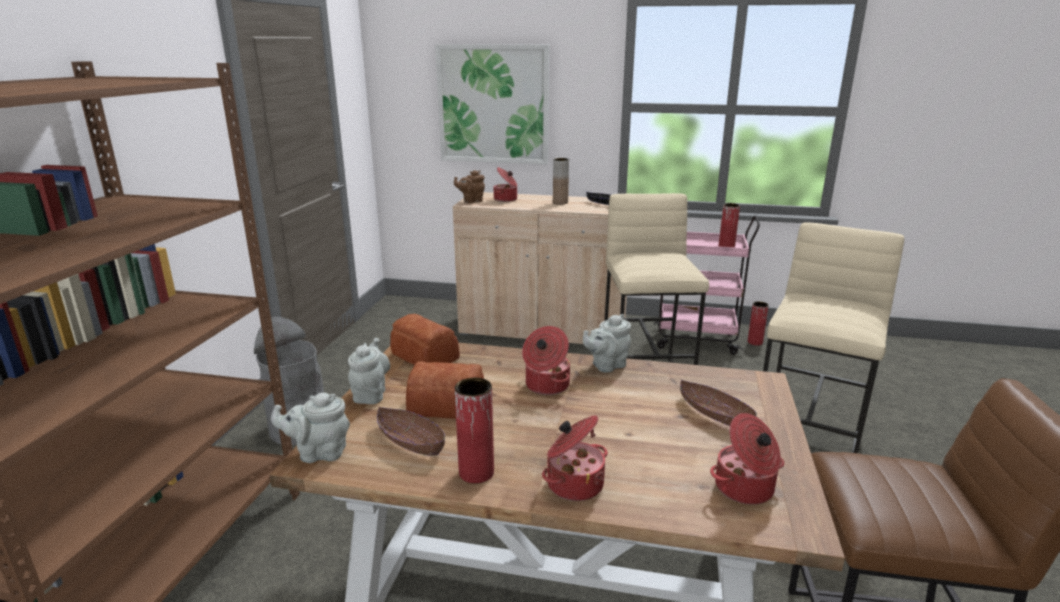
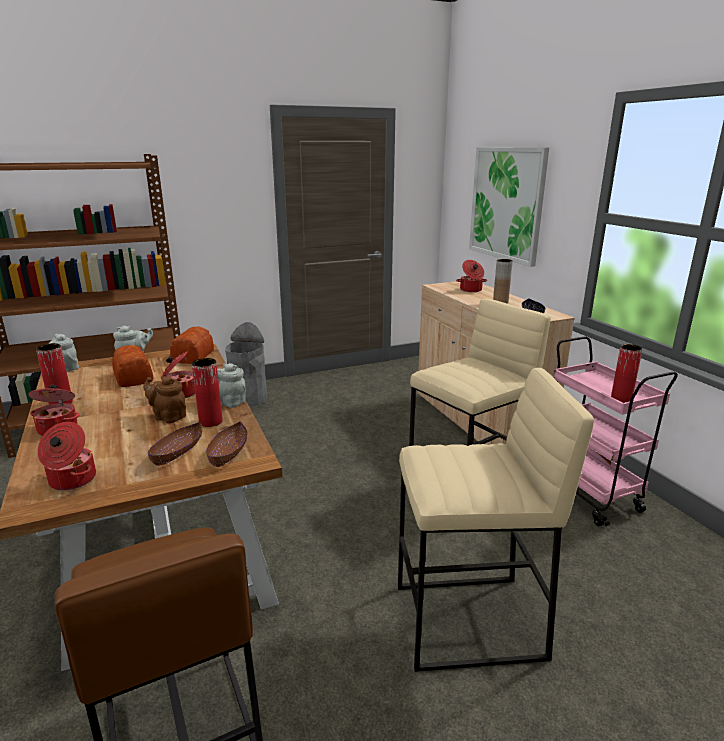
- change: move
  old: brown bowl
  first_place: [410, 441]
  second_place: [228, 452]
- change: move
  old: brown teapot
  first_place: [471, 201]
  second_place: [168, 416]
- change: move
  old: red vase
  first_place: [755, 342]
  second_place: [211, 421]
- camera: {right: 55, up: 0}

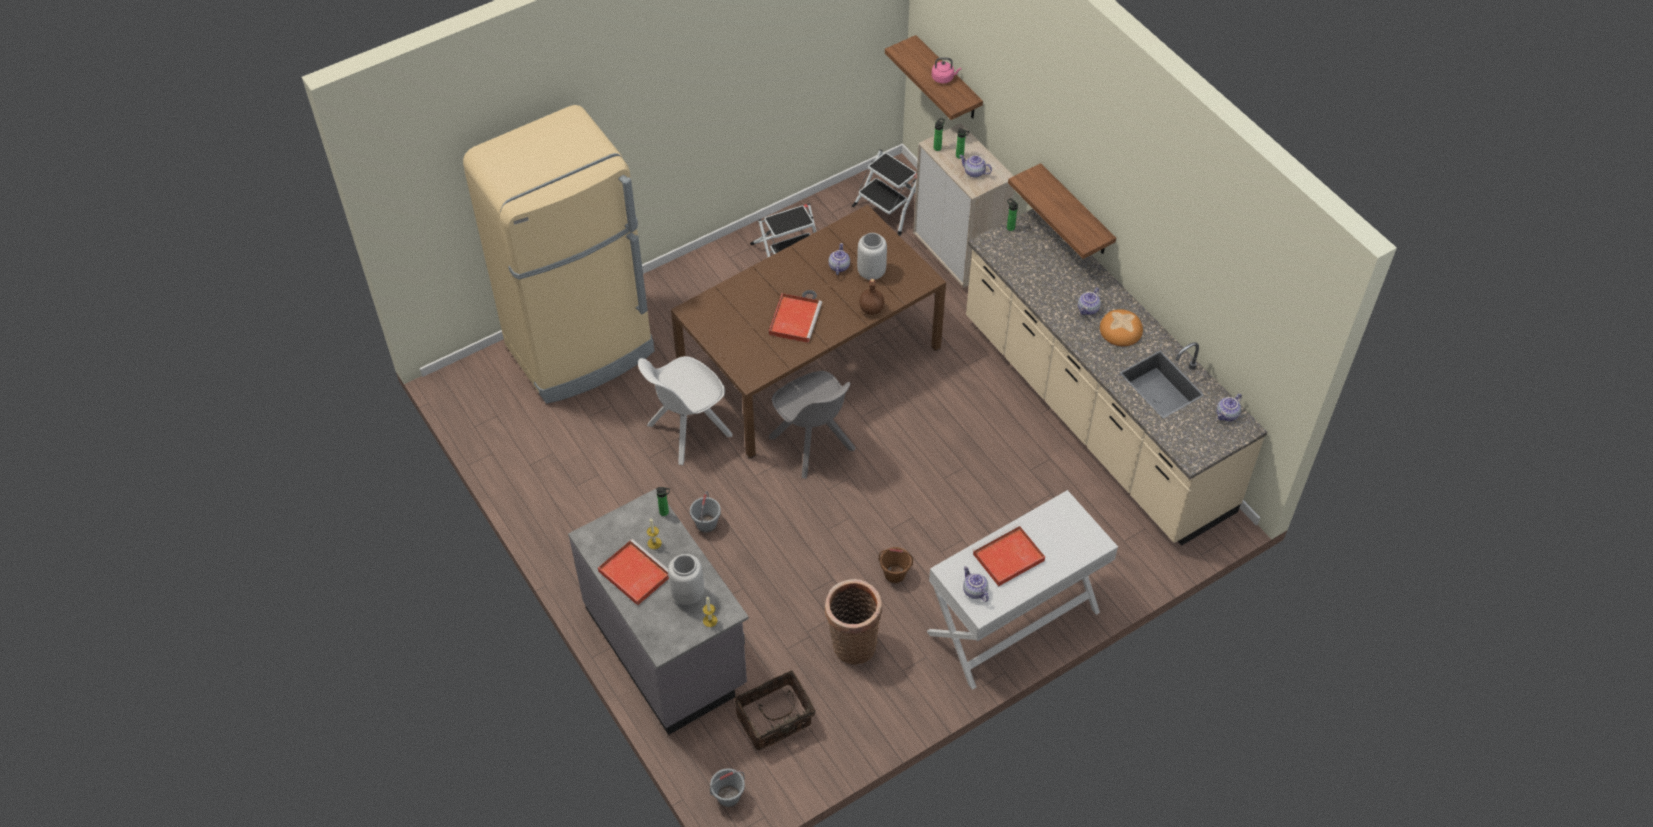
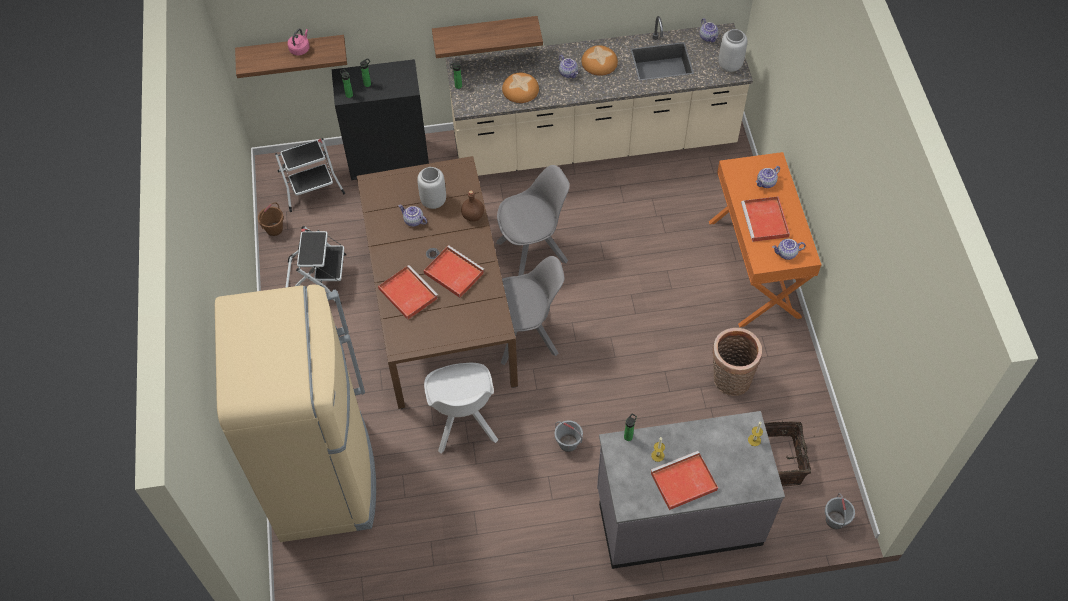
- change: move
  old: grey vase
  first_place: [688, 594]
  second_place: [730, 65]
- change: move
  old: brown bucket
  first_place: [895, 574]
  second_place: [274, 229]
- change: recolor
  old: beige cabinet
  new: black cabinet
  first_place: [959, 255]
  second_place: [390, 161]
- change: recolor
  old: white console table
  new: orange console table
  first_place: [1014, 622]
  second_place: [754, 268]
- change: move
  old: teapot
  first_place: [974, 172]
  second_place: [766, 183]
- change: insert
  new: red tray
  second_place: [407, 293]
- change: insert
  new: grey chair
  second_place: [533, 251]
- change: insert
  new: bread
  second_place: [521, 90]
- camera: {right: -65, up: 5}

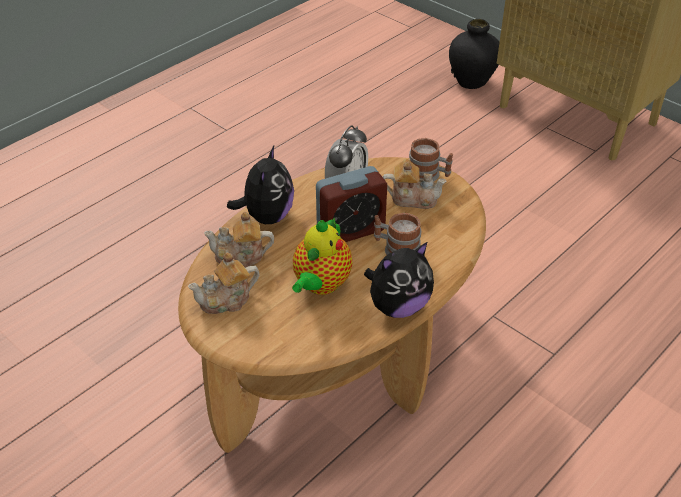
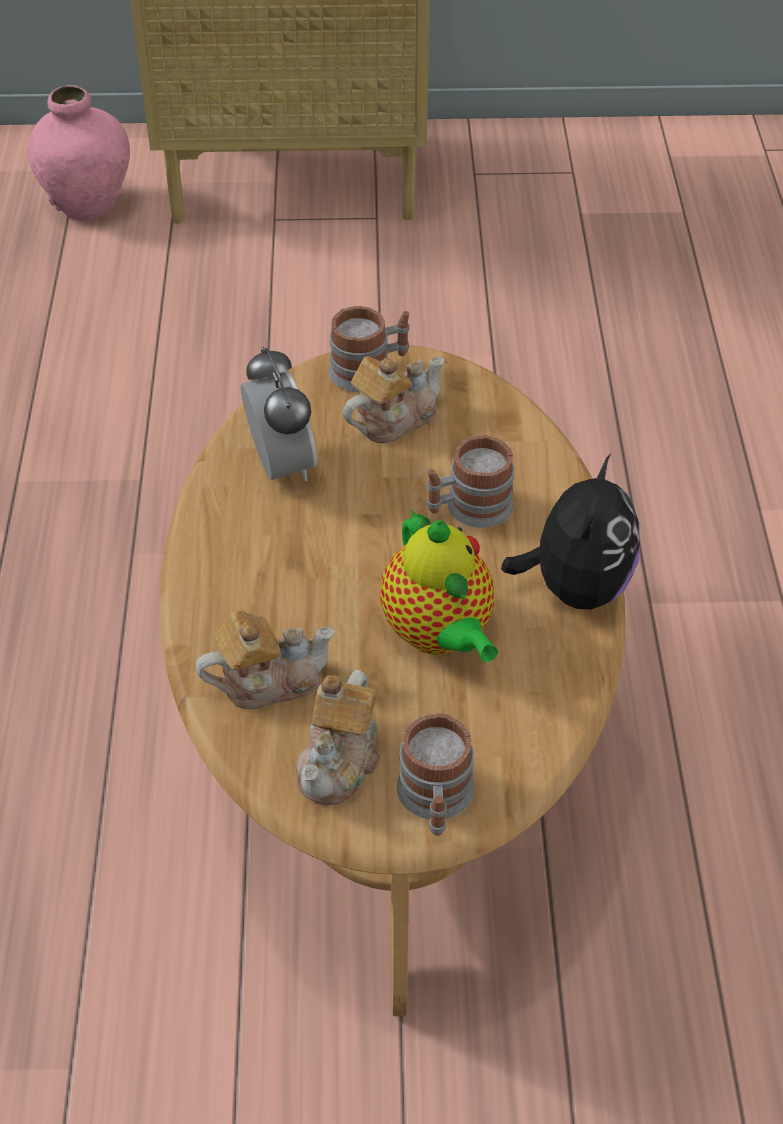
- change: rotate
  old: teapot
  first_place: [240, 256]
  second_place: [268, 680]
  degrees: -150
- change: delete
  old: plush toy
  first_place: [267, 216]
- change: delete
  old: alarm clock
  first_place: [351, 230]
- change: recolor
  old: black vase
  new: pink vase
  first_place: [471, 82]
  second_place: [88, 206]
- change: insert
  new: mug
  second_place: [435, 801]
- camera: {right: -45, up: 5}

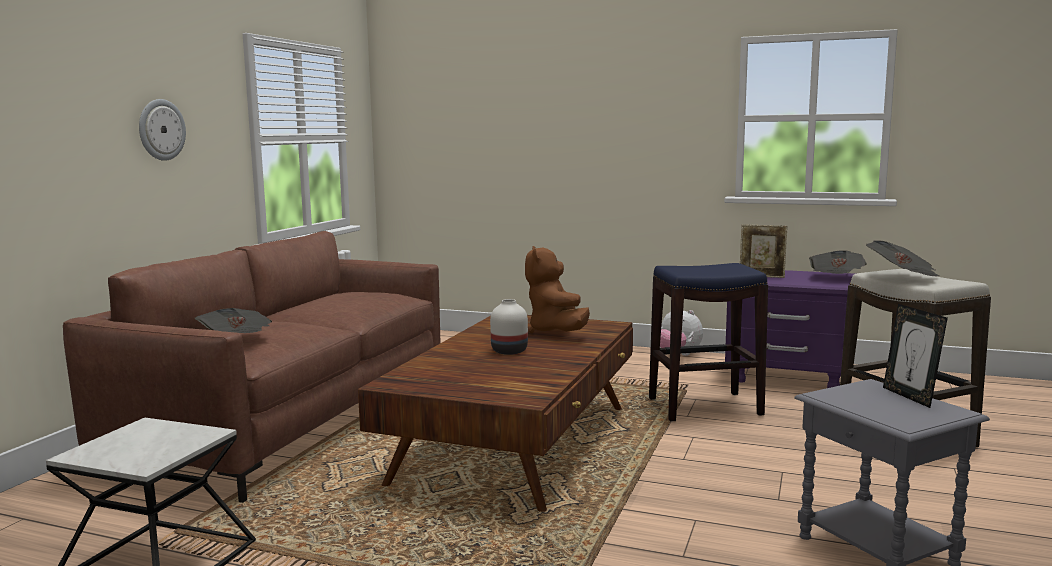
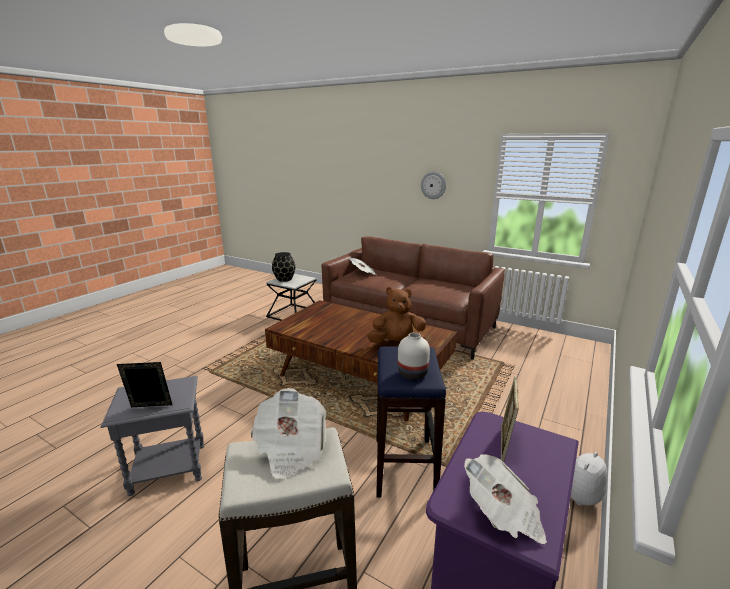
- change: move
  old: white vase
  first_place: [508, 351]
  second_place: [413, 373]
- change: insert
  new: black vase
  second_place: [284, 279]
- camera: {right: 100, up: 10}

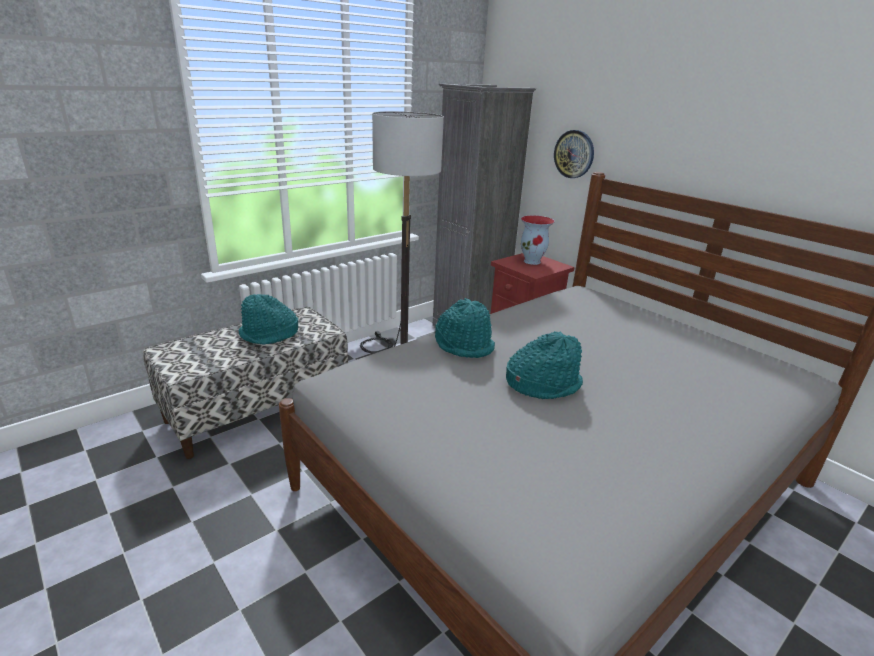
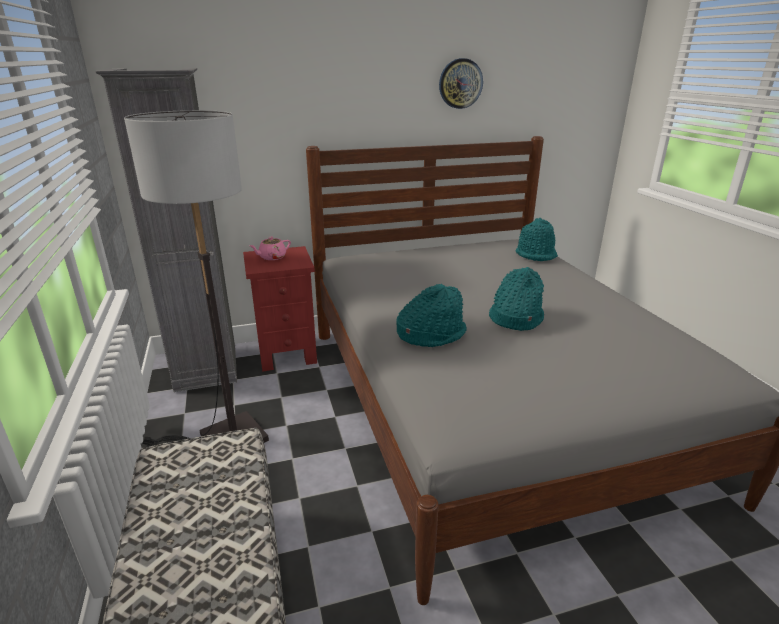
- change: move
  old: turquoise hat
  first_place: [269, 335]
  second_place: [536, 254]
- change: replace
  old: vase
  new: pink teapot
  first_place: [532, 261]
  second_place: [272, 257]
- change: move
  old: wall clock
  first_place: [574, 154]
  second_place: [460, 83]
- camera: {right: -65, up: 0}

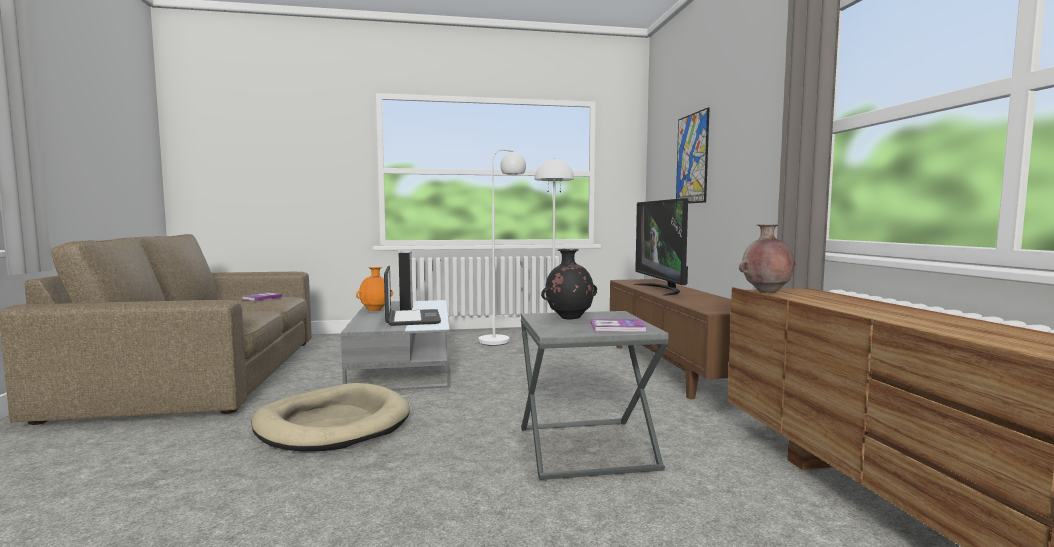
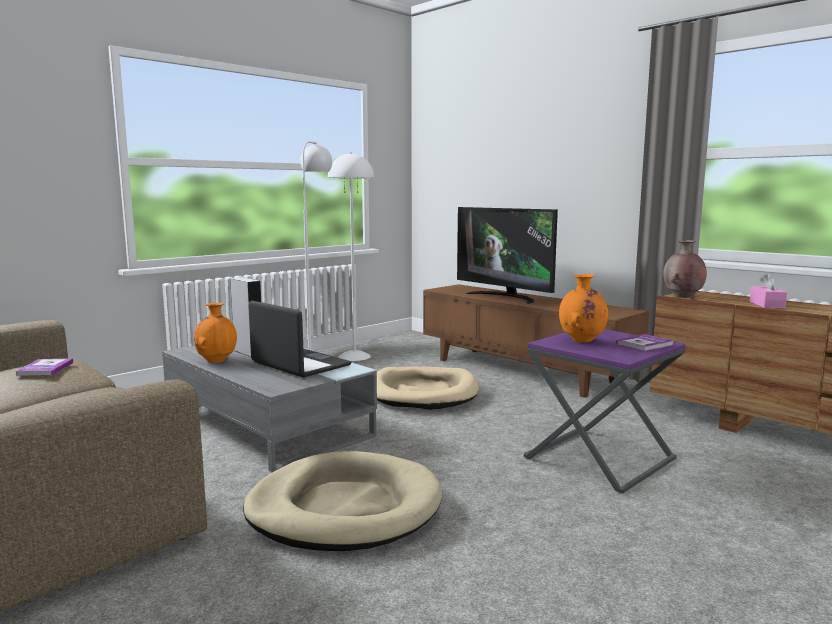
- change: recolor
  old: grey side table
  new: purple side table
  first_place: [586, 448]
  second_place: [599, 458]
- change: recolor
  old: black vase
  new: orange vase
  first_place: [569, 318]
  second_place: [582, 341]
- change: delete
  old: picture
  first_place: [692, 159]
- change: insert
  new: beige dog bed
  second_place: [423, 392]
- change: insert
  new: pink tissue box
  second_place: [766, 305]
- camera: {right: -35, up: 5}

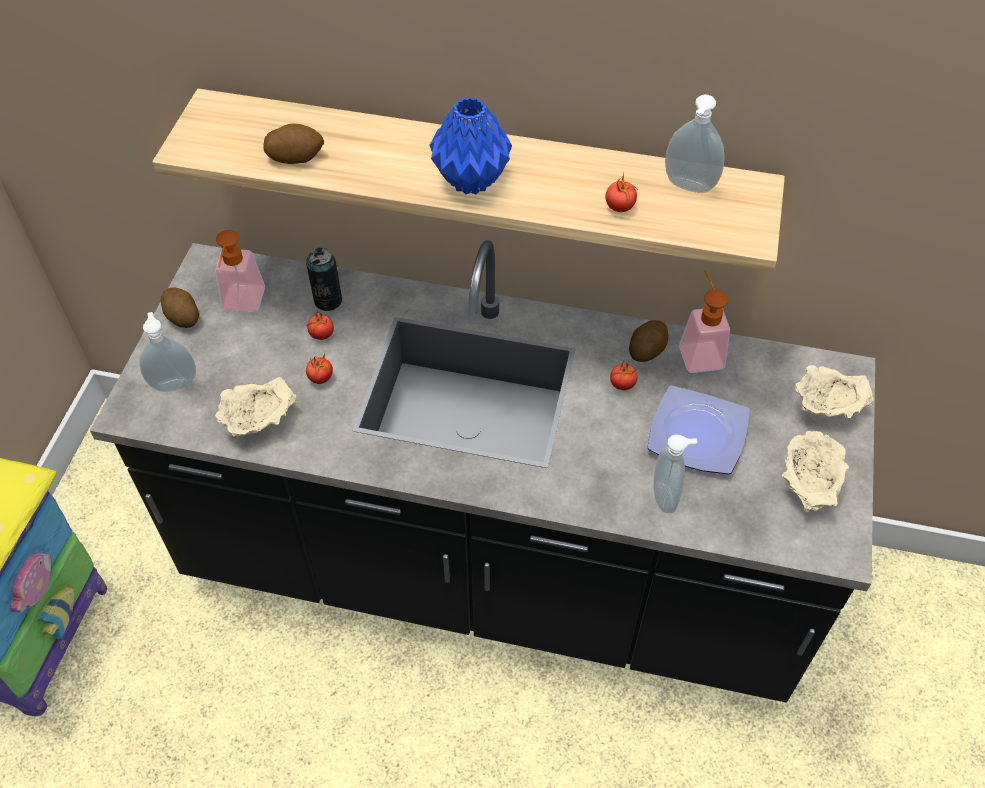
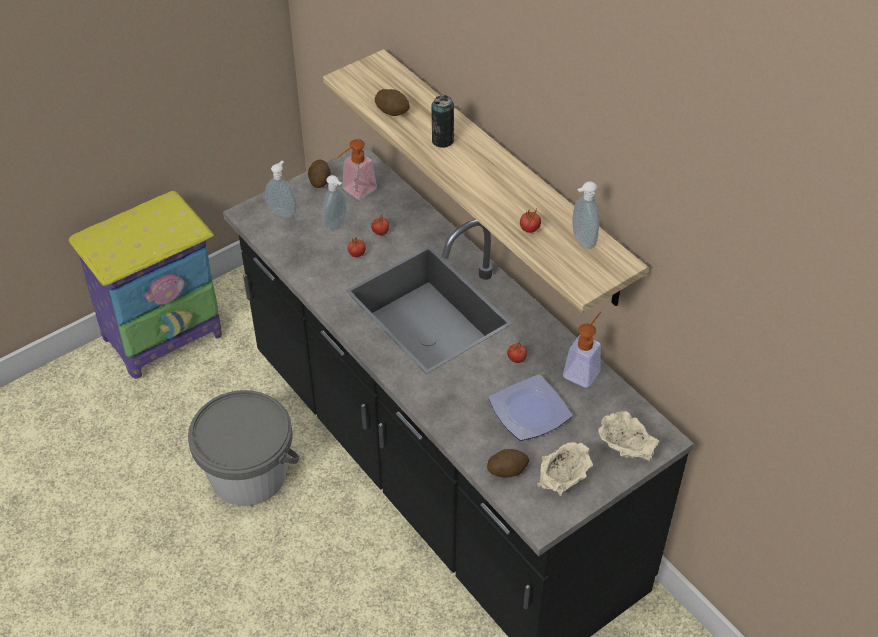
- change: delete
  old: beige bowl
  first_place: [260, 422]
- change: move
  old: can
  first_place: [328, 300]
  second_place: [442, 140]
- change: delete
  old: blue vase
  first_place: [469, 181]
- change: move
  old: potato
  first_place: [647, 349]
  second_place: [507, 470]
- change: move
  old: soap dispenser
  first_place: [666, 497]
  second_place: [337, 225]
- change: insert
  new: grey bucket
  second_place: [248, 474]
- camera: {right: 40, up: -5}

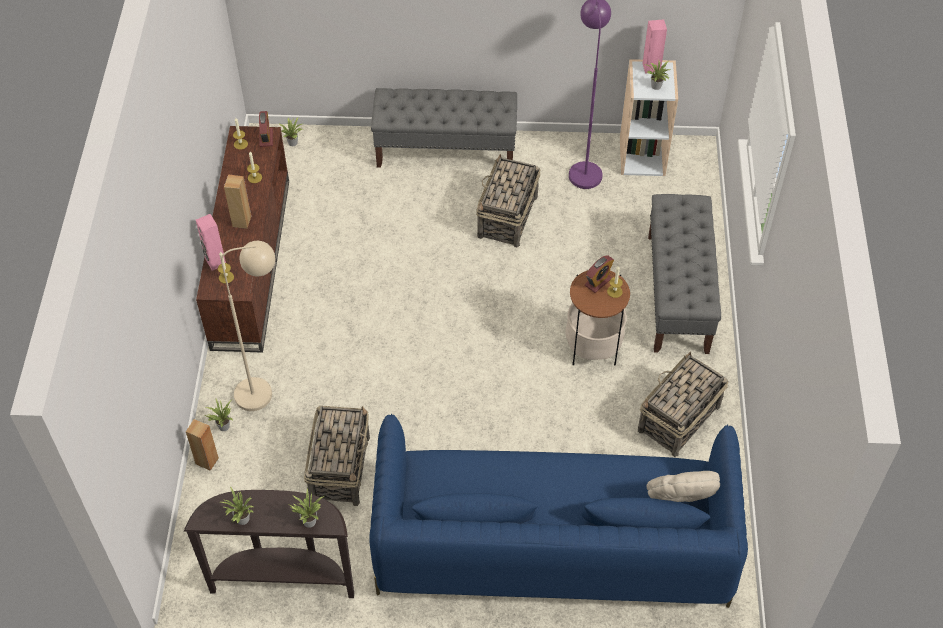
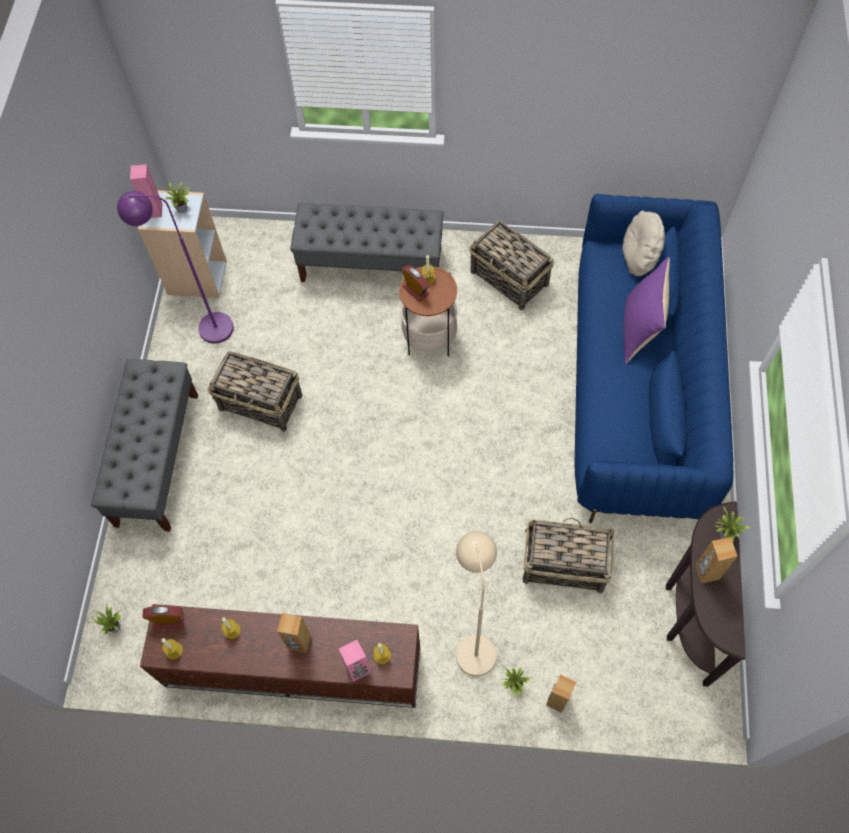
- change: delete
  old: potted plant
  first_place: [241, 520]
- change: insert
  new: purple pillow
  second_place: [639, 329]
- change: insert
  new: brown speaker
  second_place: [706, 572]
- camera: {right: -85, up: 10}

